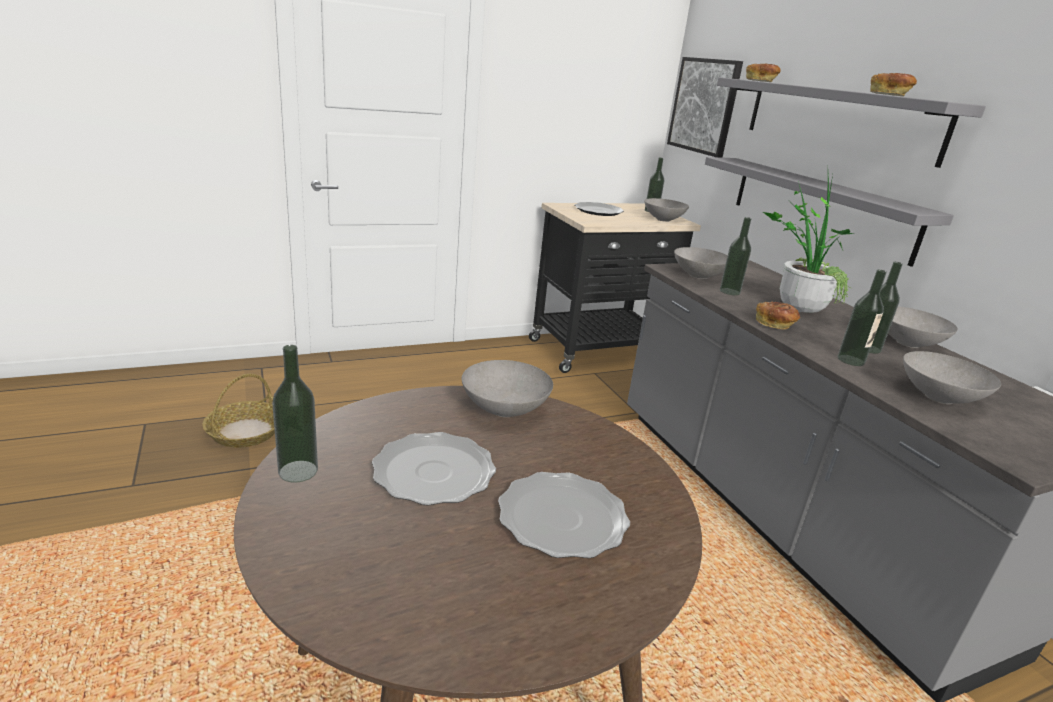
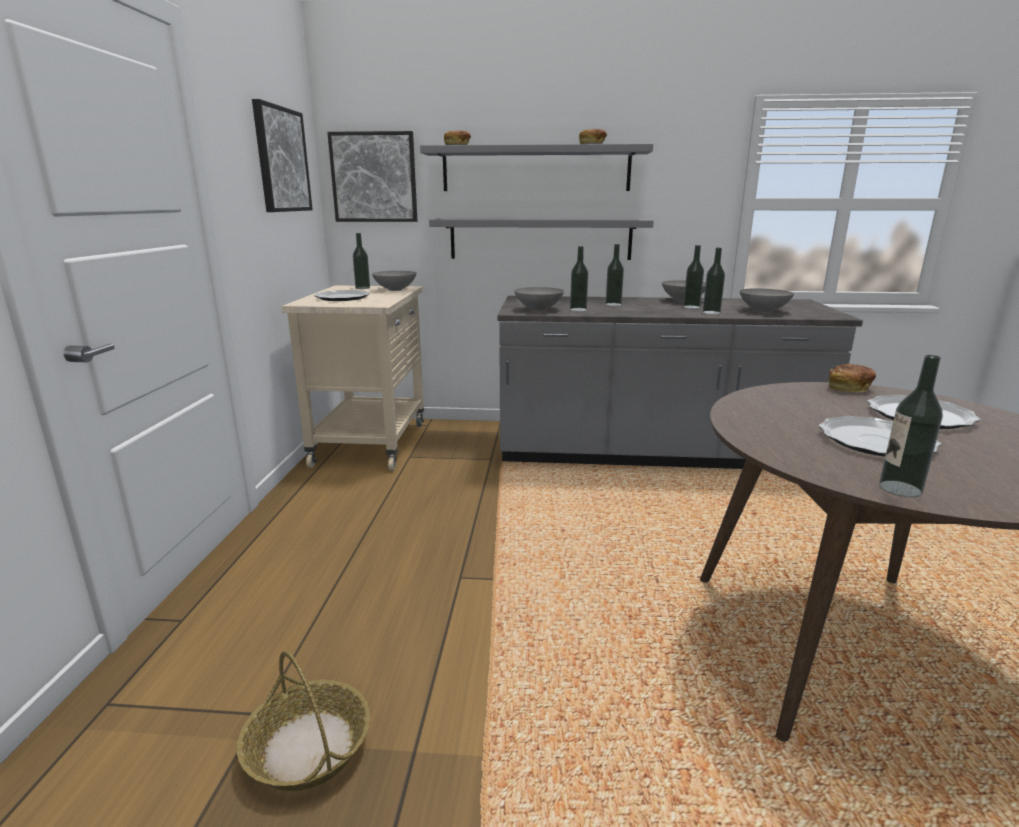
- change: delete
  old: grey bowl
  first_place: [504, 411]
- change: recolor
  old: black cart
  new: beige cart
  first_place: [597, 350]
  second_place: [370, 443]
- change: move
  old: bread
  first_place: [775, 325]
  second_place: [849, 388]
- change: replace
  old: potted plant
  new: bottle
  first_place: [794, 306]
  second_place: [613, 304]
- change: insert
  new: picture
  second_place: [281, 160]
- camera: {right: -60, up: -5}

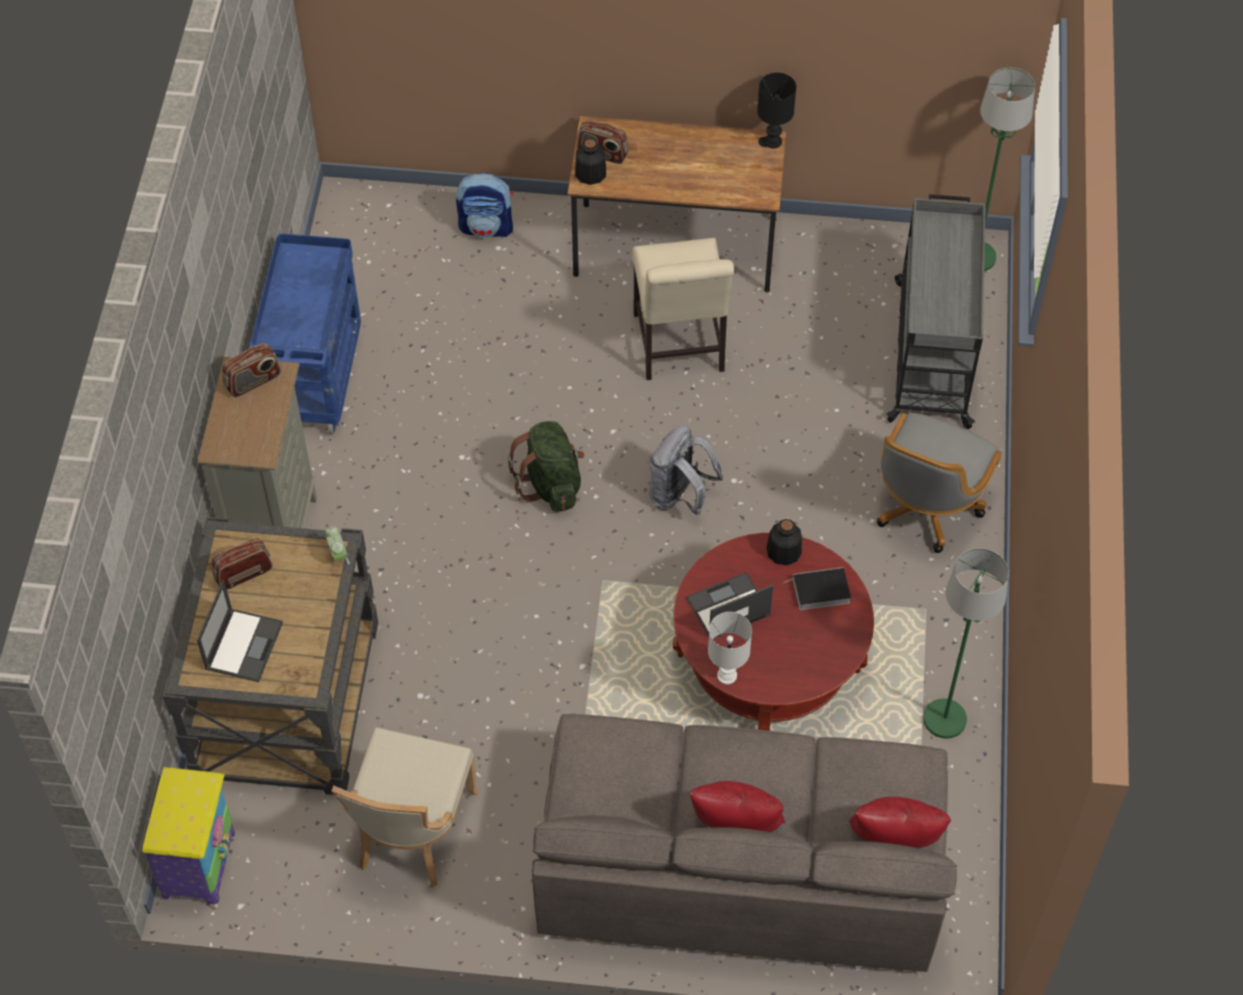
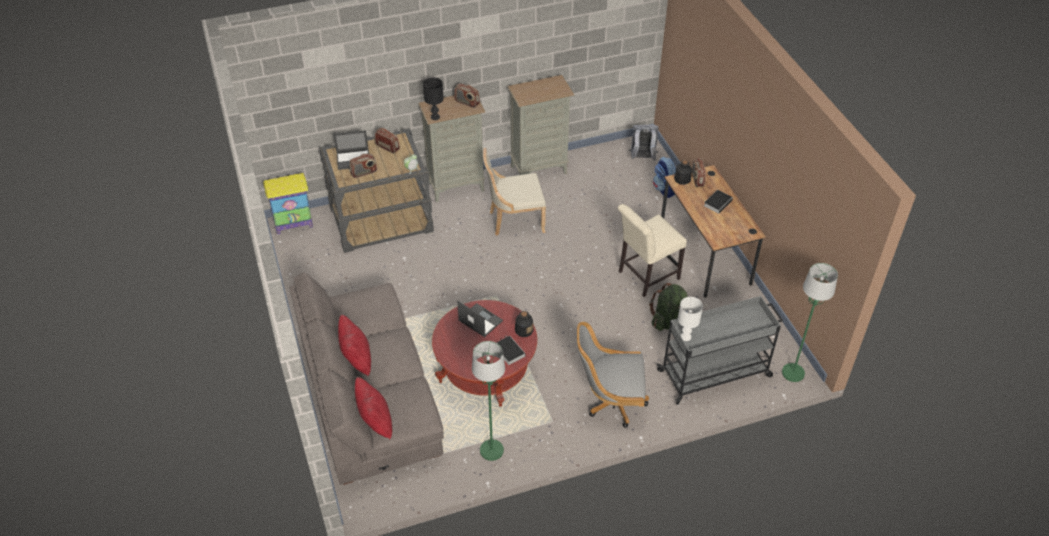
- change: replace
  old: blue cart
  new: grey dresser
  first_place: [317, 387]
  second_place: [540, 170]
- change: move
  old: beige chair
  first_place: [412, 833]
  second_place: [514, 220]
- change: move
  old: green backpack
  first_place: [551, 484]
  second_place: [668, 320]
- change: move
  old: grey backpack
  first_place: [680, 496]
  second_place: [642, 158]
- change: move
  old: white table lamp
  first_place: [727, 676]
  second_place: [685, 337]
- change: move
  old: black table lamp
  first_place: [773, 142]
  second_place: [435, 117]
- change: insert
  new: radio
  second_place: [364, 173]
- change: insert
  new: book
  second_place: [718, 202]
- camera: {right: 65, up: -10}

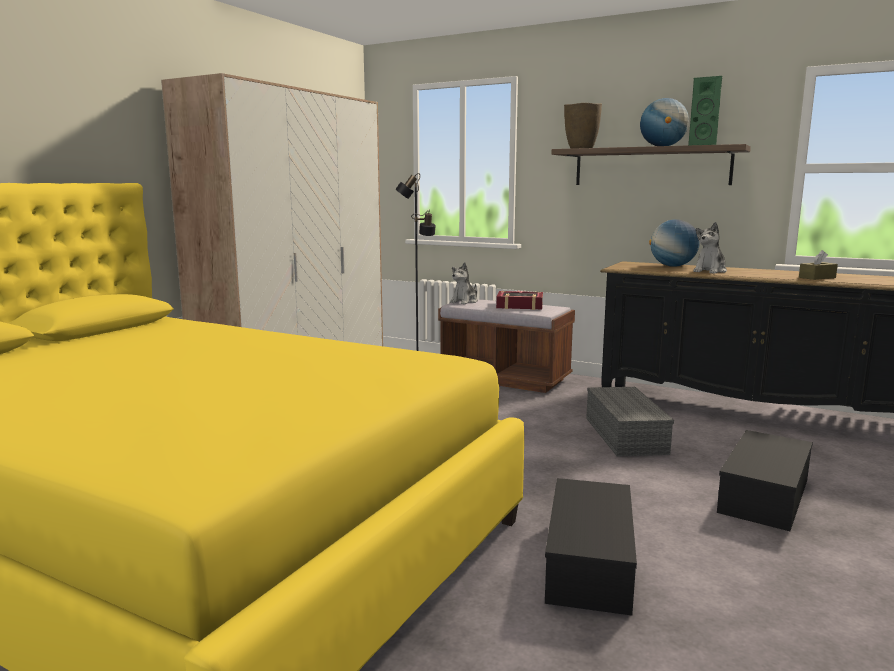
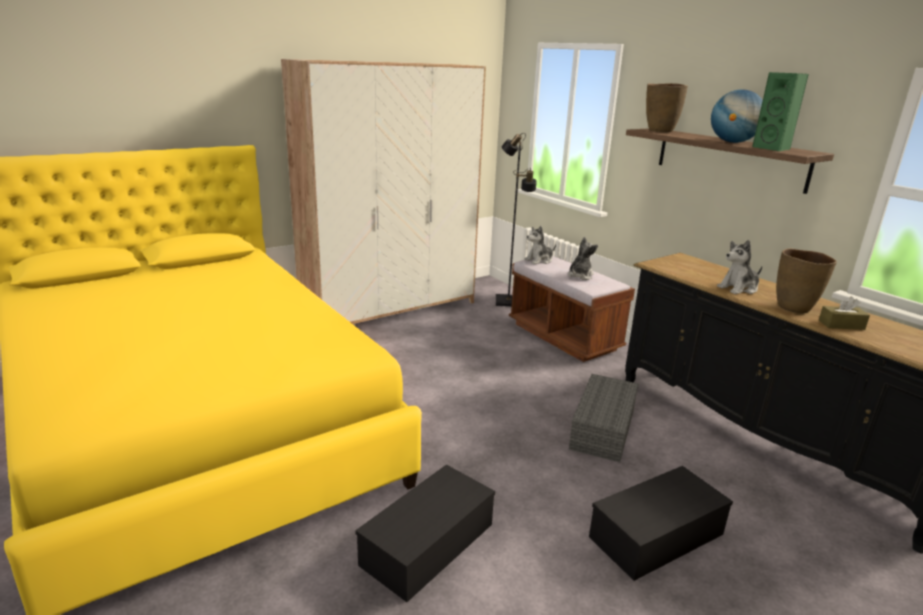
- change: replace
  old: book
  new: plush toy
  first_place: [519, 306]
  second_place: [580, 276]
- change: delete
  old: globe
  first_place: [672, 266]
- change: insert
  new: brown vase
  second_place: [794, 308]
- camera: {right: 25, up: 10}

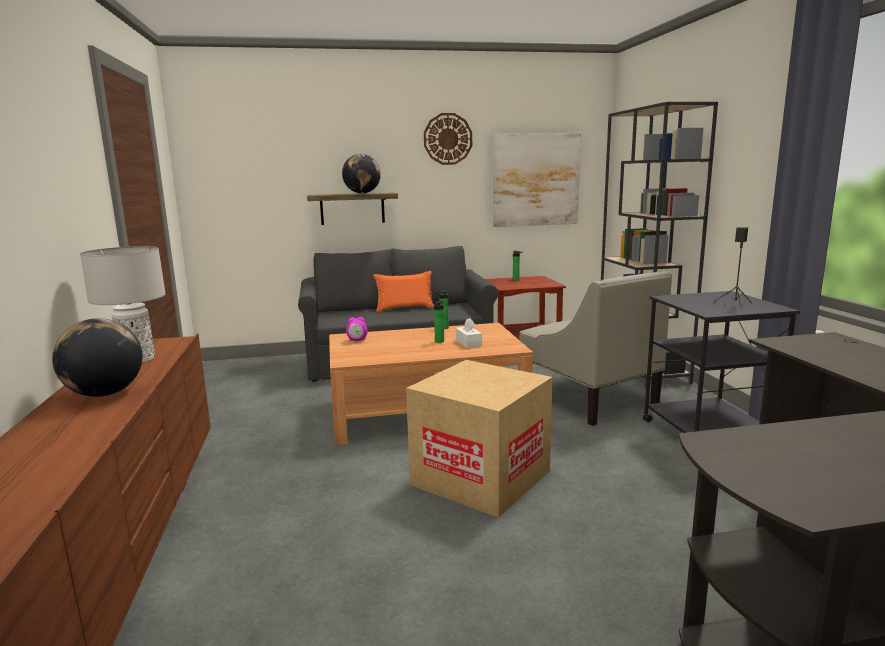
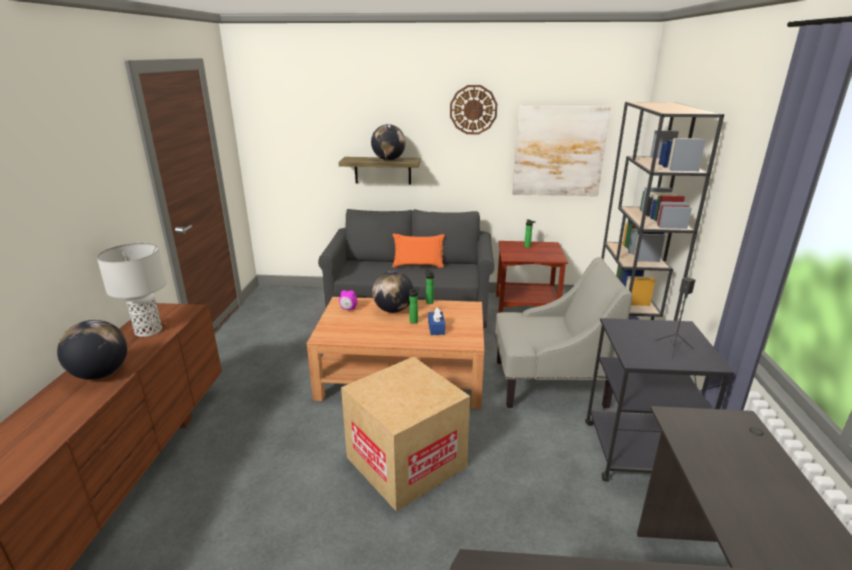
- change: recolor
  old: white tissue box
  new: blue tissue box
  first_place: [468, 343]
  second_place: [436, 328]
- change: rotate
  old: grey armchair
  first_place: [586, 398]
  second_place: [548, 384]
  degrees: -75
- change: insert
  new: globe
  second_place: [393, 310]
- camera: {right: 15, up: 10}

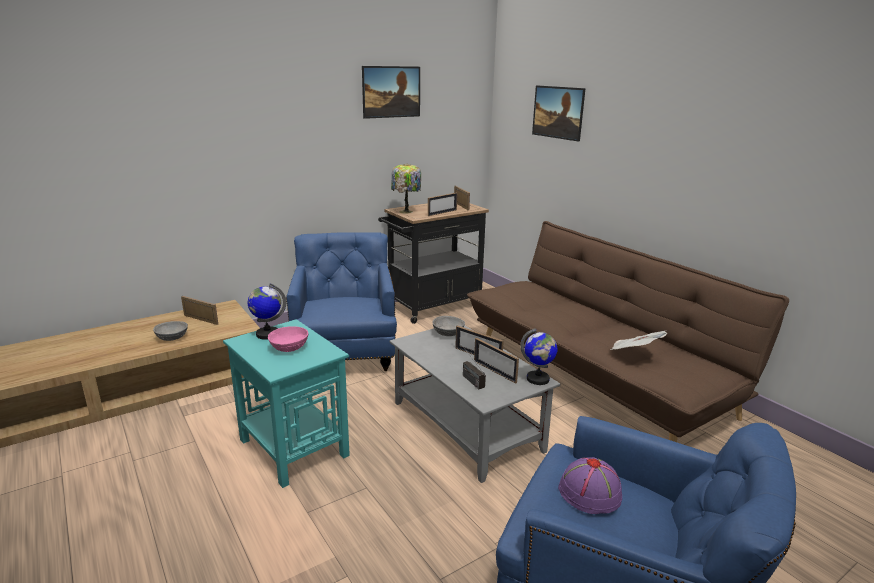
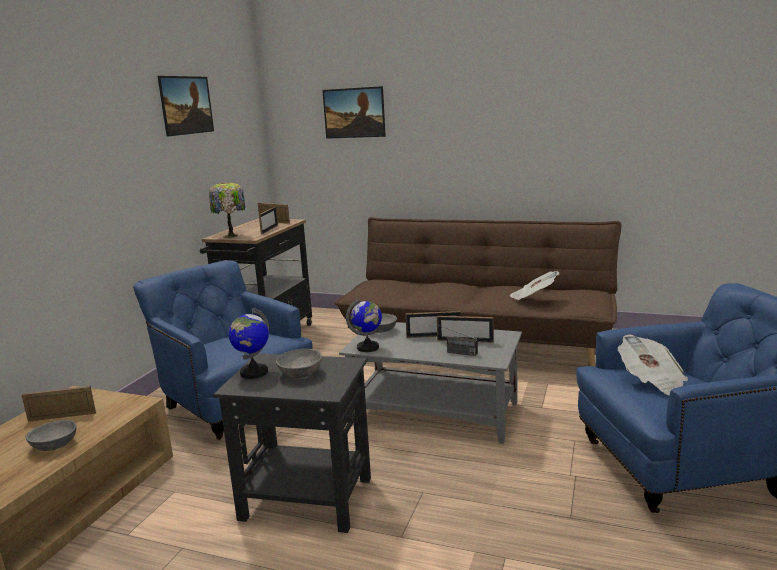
- change: recolor
  old: turquoise side table
  new: black side table
  first_place: [293, 447]
  second_place: [305, 498]
- change: recolor
  old: pink bowl
  new: grey bowl
  first_place: [290, 347]
  second_place: [301, 373]
- change: move
  old: globe
  first_place: [538, 379]
  second_place: [368, 348]
- change: replace
  old: purple hat
  new: newspaper
  first_place: [590, 493]
  second_place: [651, 381]
- camera: {right: -35, up: -5}

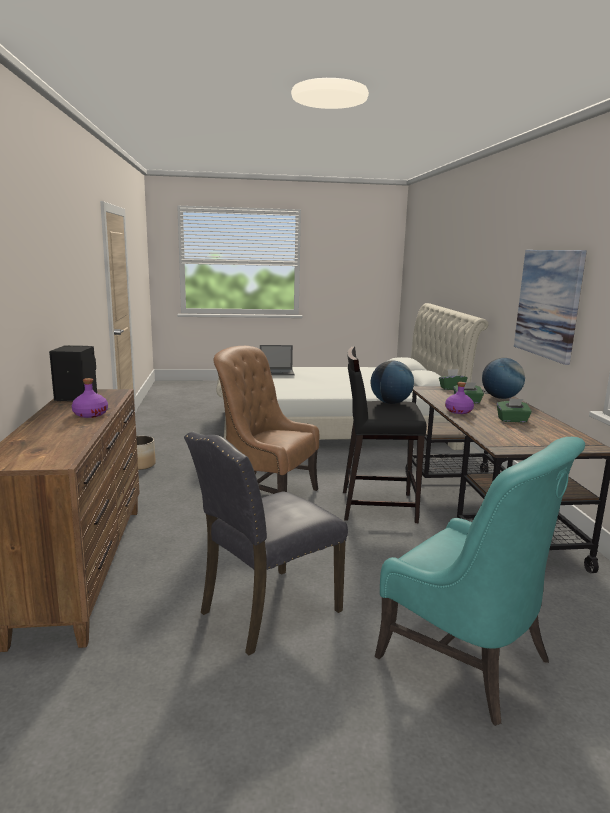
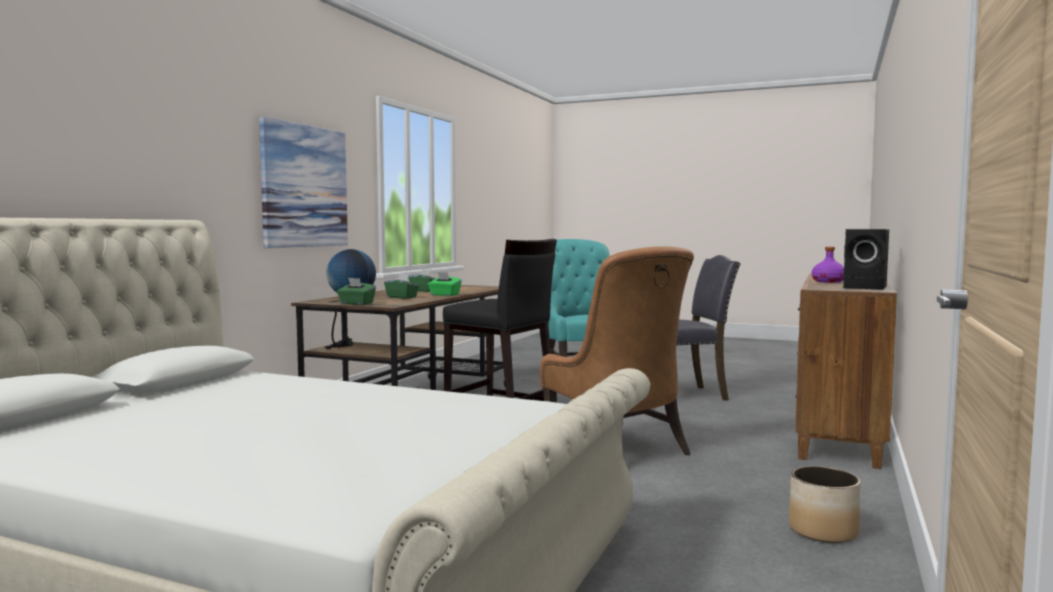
- change: delete
  old: laptop
  first_place: [277, 372]
- change: delete
  old: globe
  first_place: [390, 403]
- change: replace
  old: purple bottle
  new: green tissue box
  first_place: [458, 411]
  second_place: [444, 295]
- camera: {right: -150, up: -10}

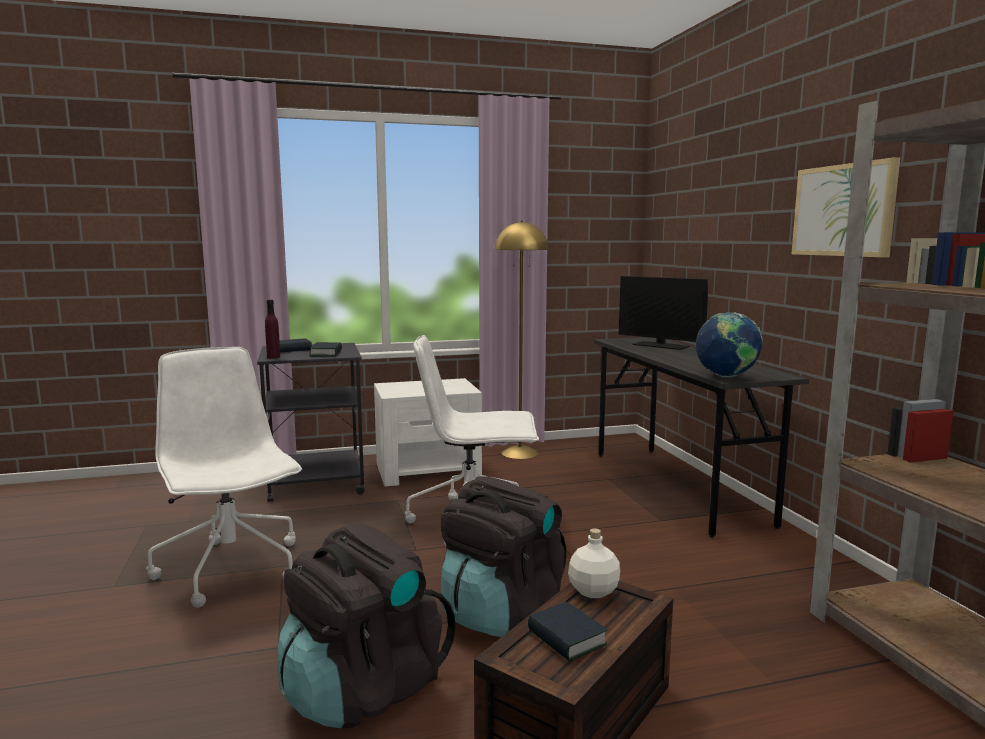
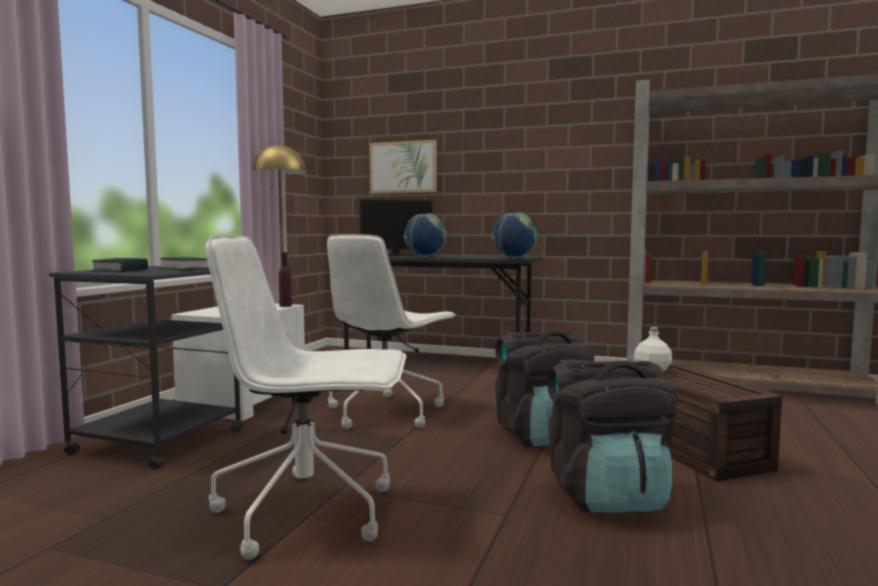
- change: move
  old: purple bottle
  first_place: [273, 357]
  second_place: [285, 306]
- change: delete
  old: book
  first_place: [566, 638]
- change: move
  old: picture
  first_place: [843, 210]
  second_place: [403, 167]
- change: insert
  new: globe
  second_place: [425, 257]
- camera: {right: -55, up: -5}

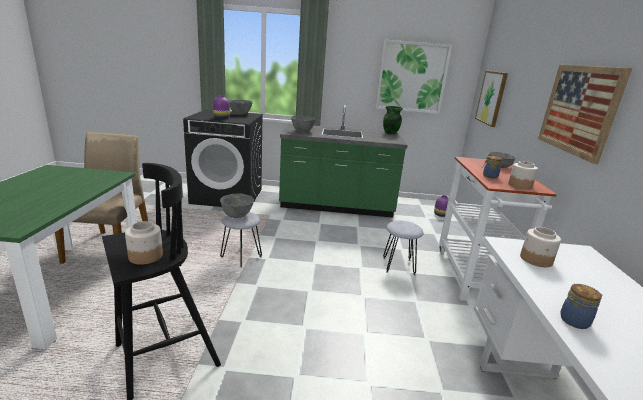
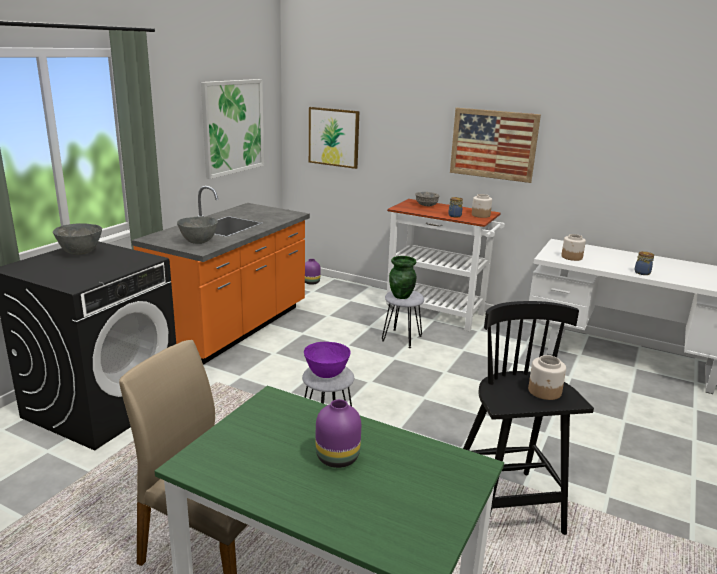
- change: move
  old: purple vase
  first_place: [222, 118]
  second_place: [338, 457]
- change: recolor
  old: grey bowl
  new: purple bowl
  first_place: [236, 216]
  second_place: [326, 374]
- change: recolor
  old: green counter
  new: orange counter
  first_place: [336, 206]
  second_place: [233, 329]
- change: move
  old: green vase
  first_place: [390, 133]
  second_place: [401, 296]
- camera: {right: -65, up: 0}

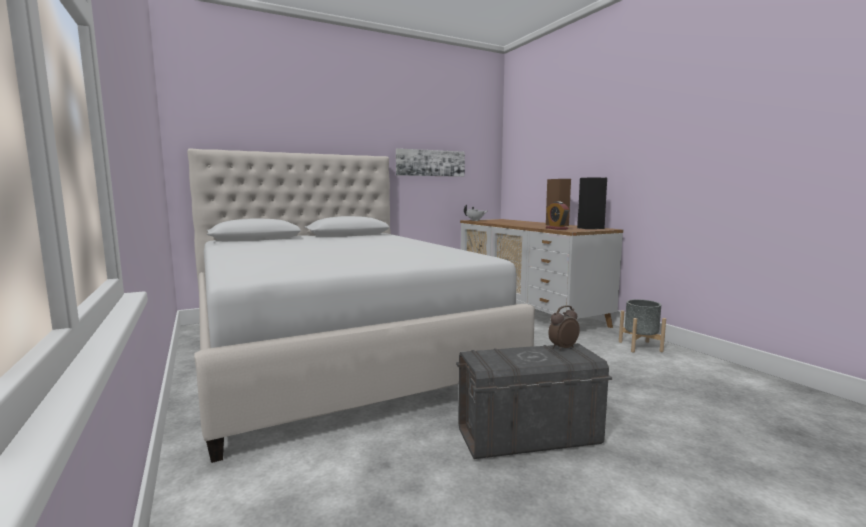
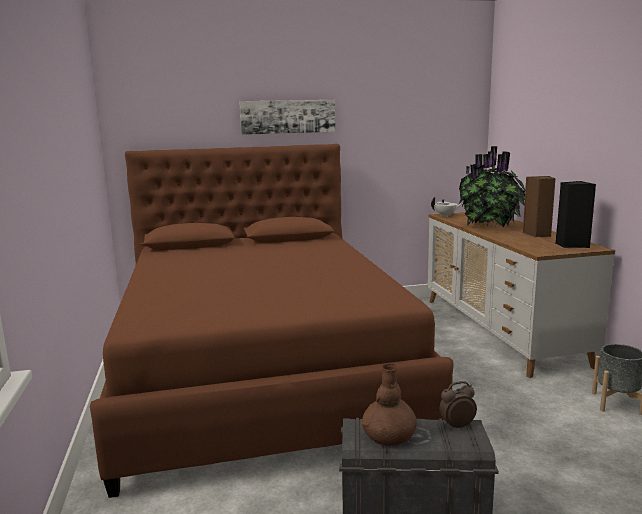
- change: recolor
  old: white bed
  new: brown bed
  first_place: [336, 348]
  second_place: [261, 371]
- change: move
  old: picture
  first_place: [430, 163]
  second_place: [288, 117]
- change: delete
  old: alarm clock
  first_place: [556, 228]
- change: insert
  new: brown vase
  second_place: [389, 435]
- change: insert
  new: potted plant
  second_place: [491, 226]
- camera: {right: 15, up: 5}

